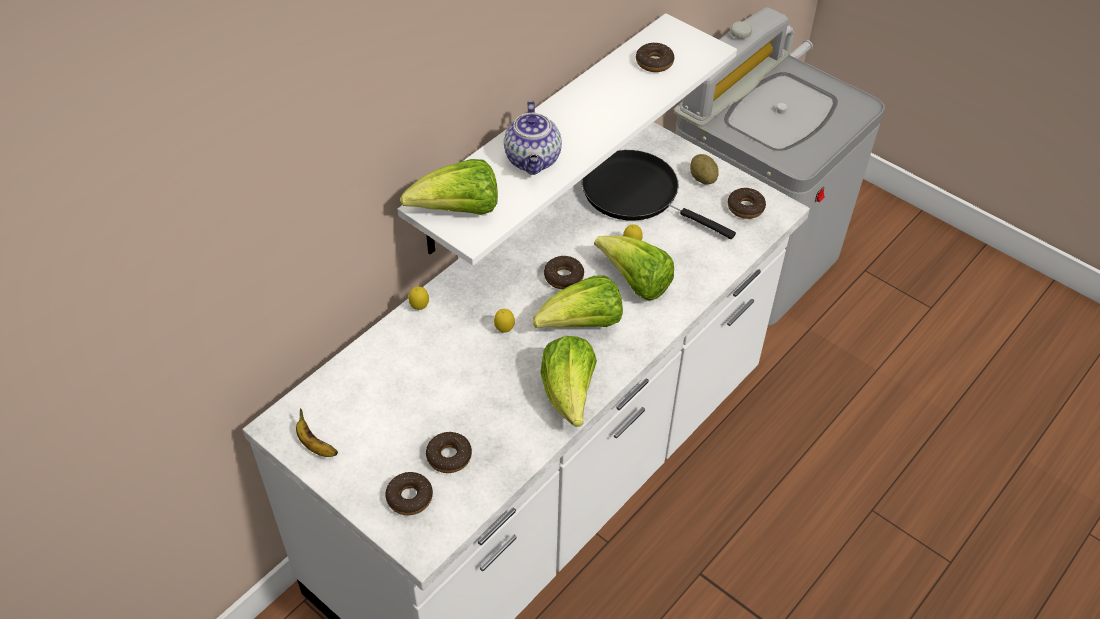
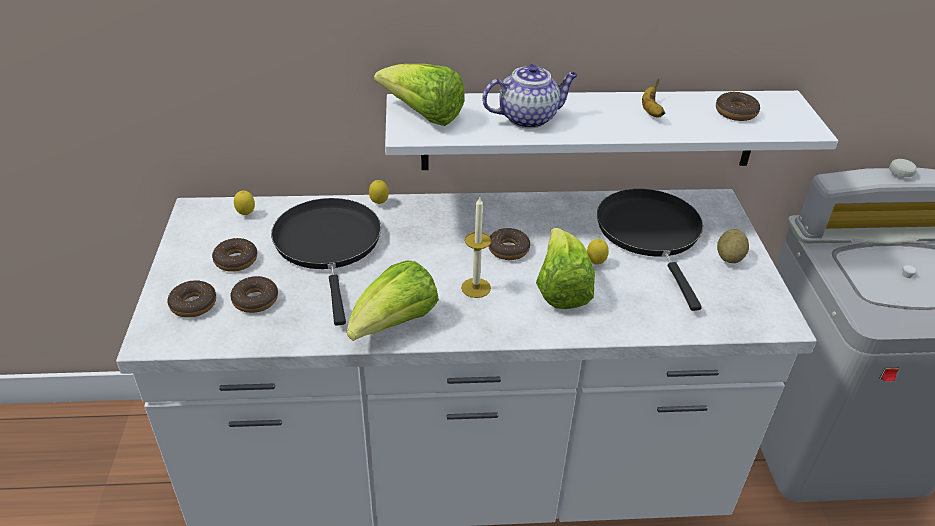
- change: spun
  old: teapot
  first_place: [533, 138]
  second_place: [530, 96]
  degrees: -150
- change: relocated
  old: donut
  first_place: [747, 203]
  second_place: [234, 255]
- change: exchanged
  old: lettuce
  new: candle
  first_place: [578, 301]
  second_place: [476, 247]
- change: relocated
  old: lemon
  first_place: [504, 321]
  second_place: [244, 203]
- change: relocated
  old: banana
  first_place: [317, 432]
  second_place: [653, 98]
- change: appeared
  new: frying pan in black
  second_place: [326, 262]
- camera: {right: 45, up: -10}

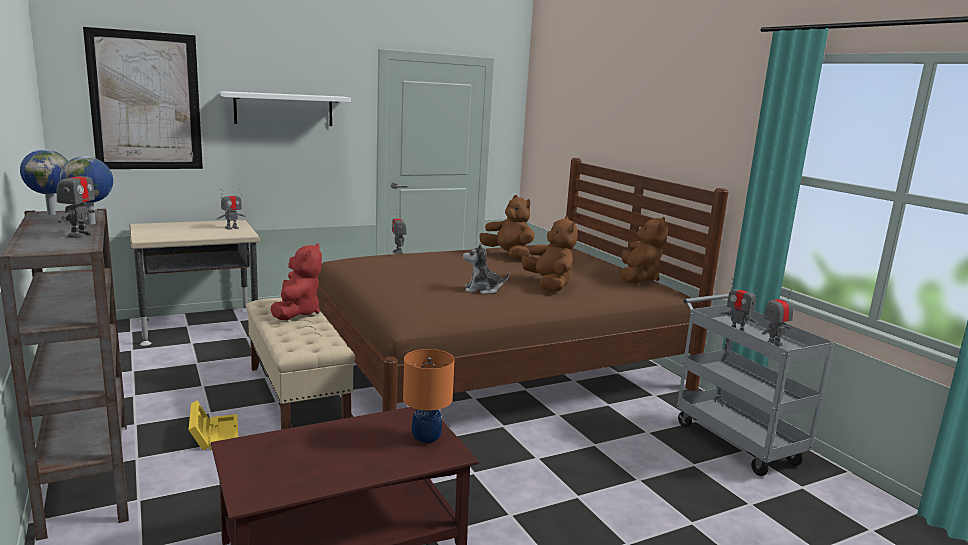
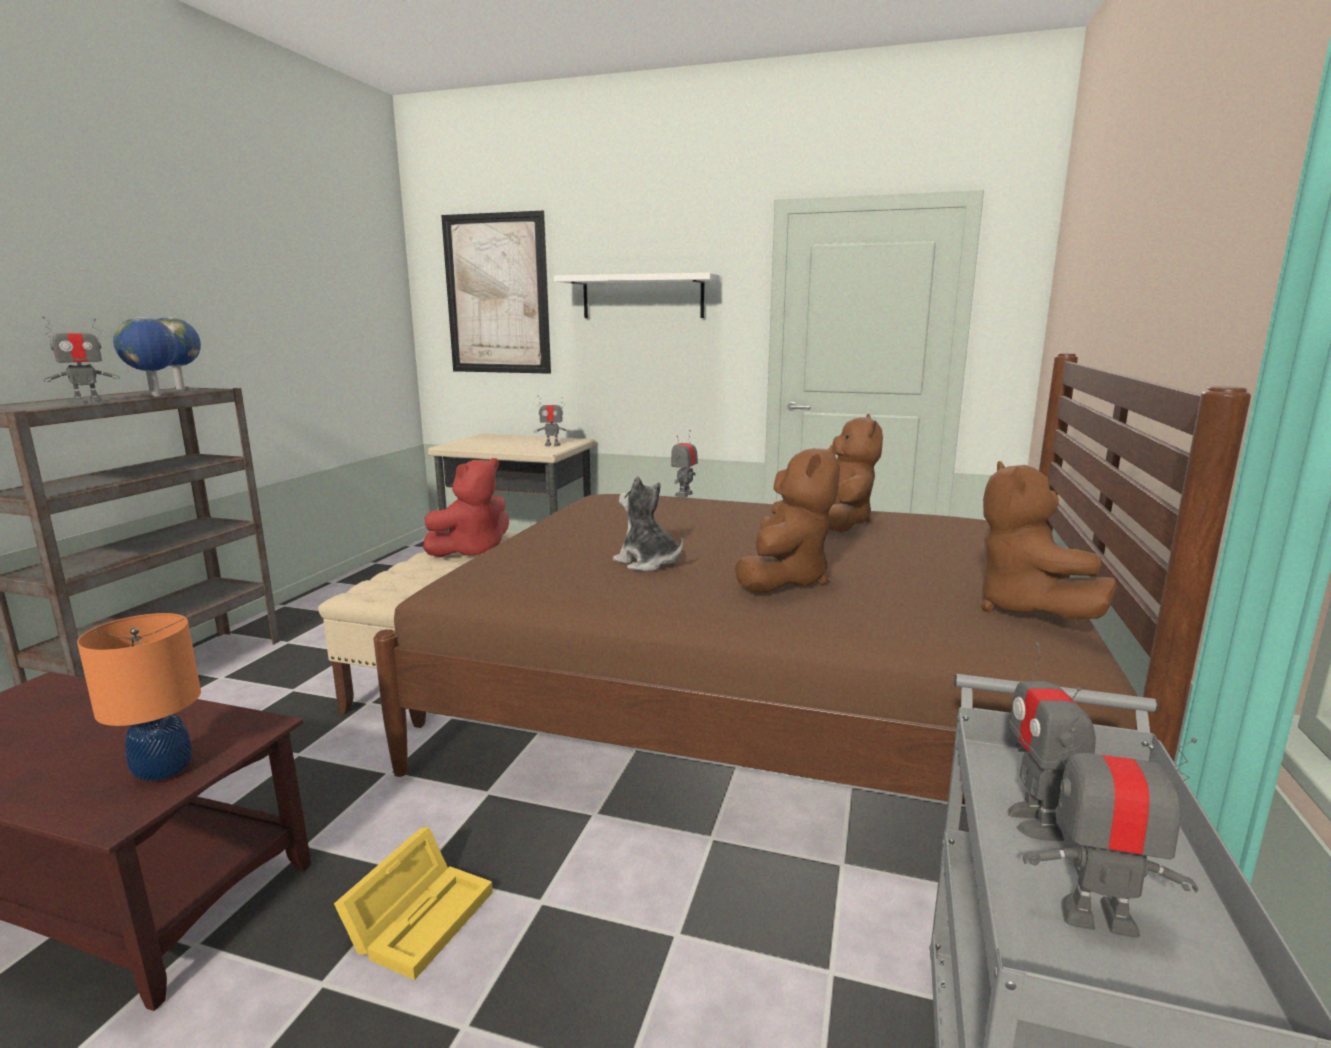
- change: spun
  old: plush toy in brown
  first_place: [644, 250]
  second_place: [1049, 540]
  degrees: 120
- change: relocated
  old: storage box in yellow
  first_place: [213, 426]
  second_place: [413, 903]
- camera: {right: 45, up: 0}

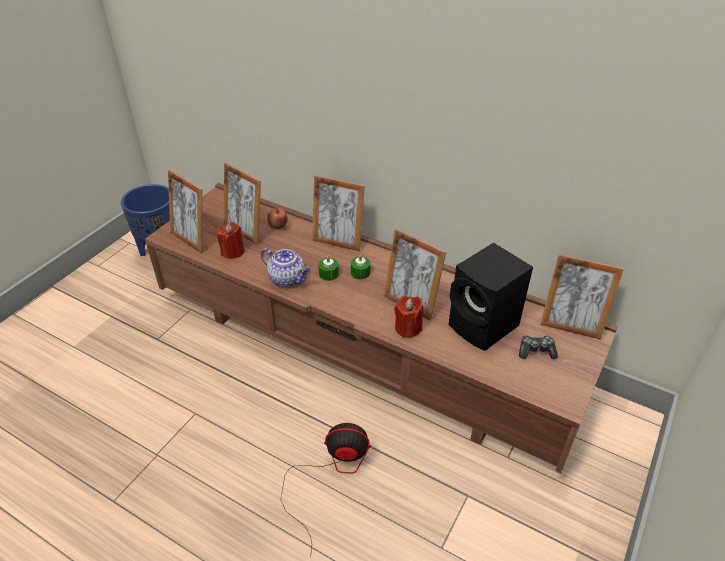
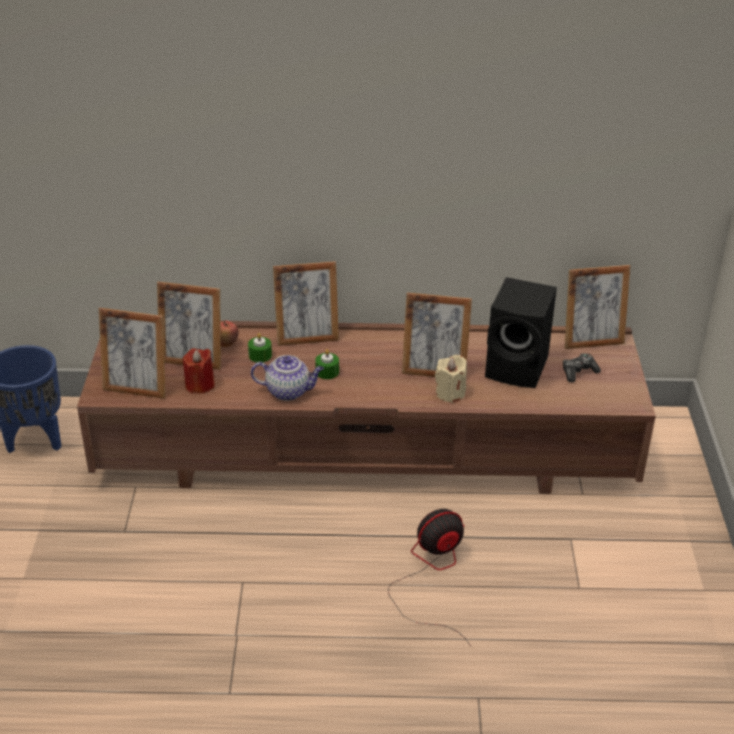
- change: relocated
  old: candle in green
  first_place: [361, 266]
  second_place: [260, 348]
- change: colour
  old: candle in red
  new: candle in beige
  first_place: [408, 316]
  second_place: [451, 379]
- camera: {right: -30, up: -5}

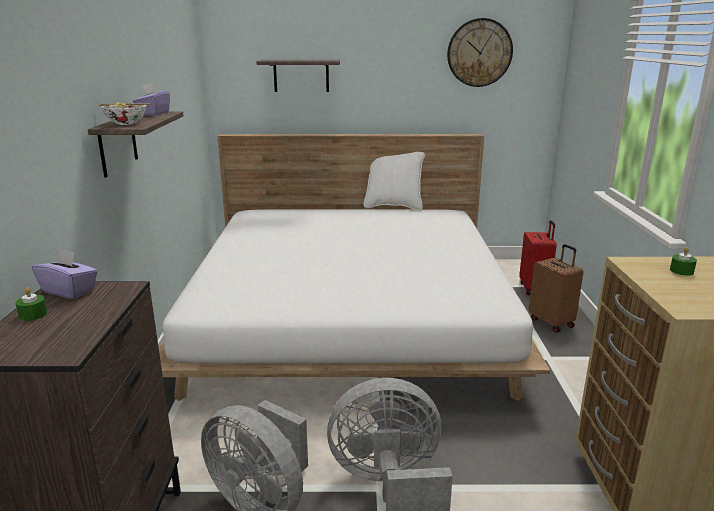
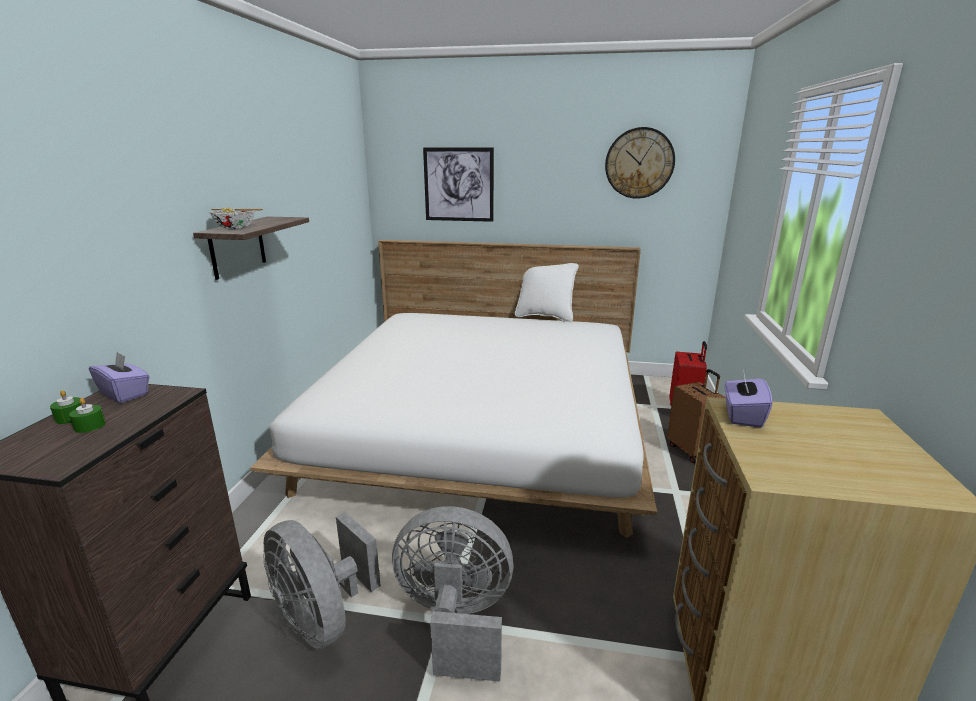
- change: exchanged
  old: shelf
  new: picture
  first_place: [298, 76]
  second_place: [458, 185]
- change: relocated
  old: tissue box in purple
  first_place: [151, 99]
  second_place: [748, 398]
- change: relocated
  old: candle in green
  first_place: [683, 261]
  second_place: [87, 415]
- camera: {right: 10, up: 0}

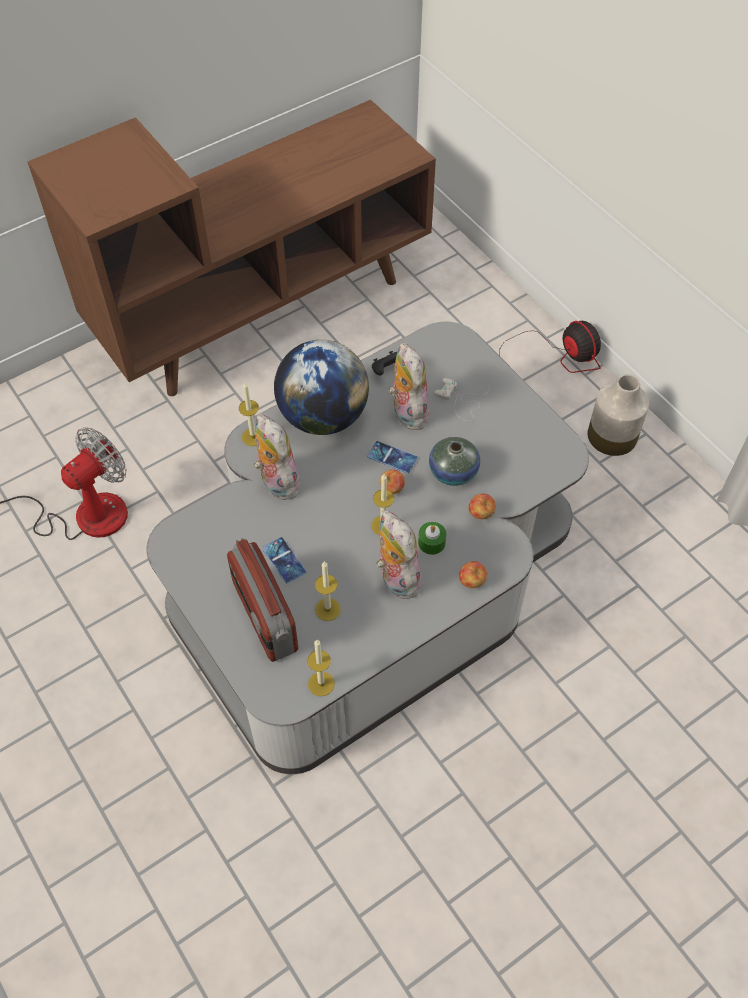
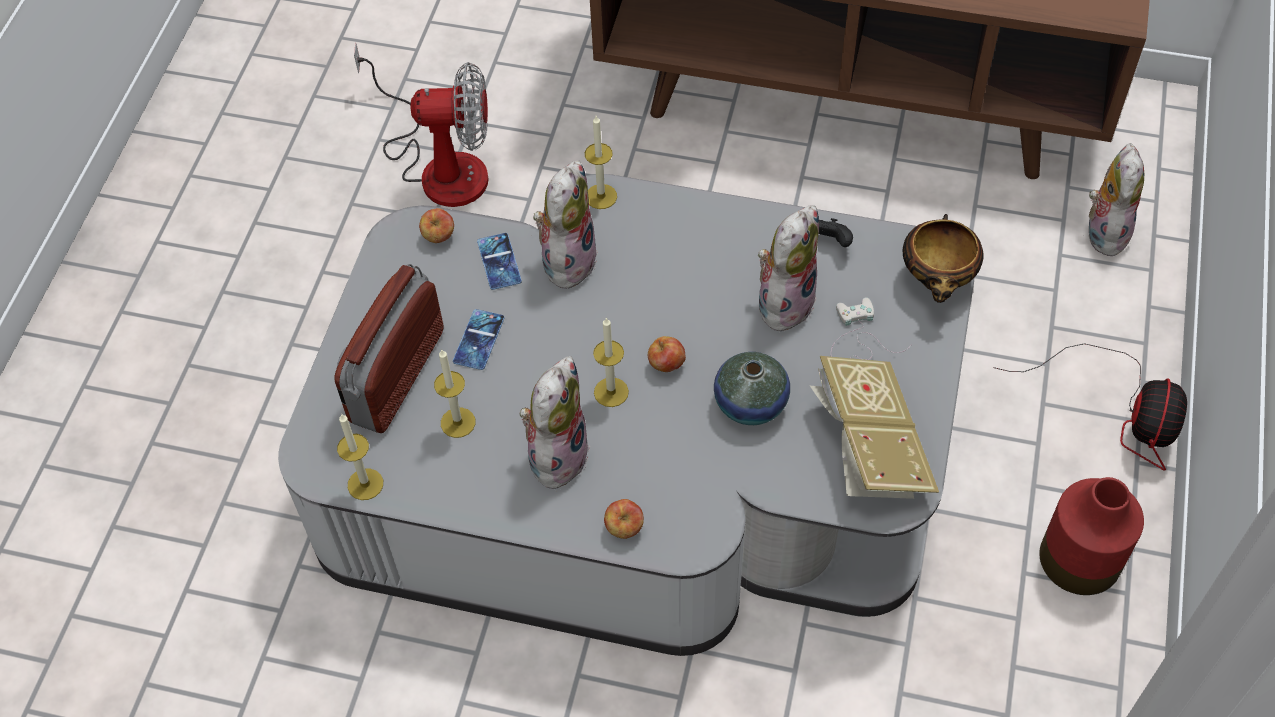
- change: missing
  old: globe
  first_place: [321, 387]
- change: colour
  old: vase in beige
  new: vase in red
  first_place: [618, 415]
  second_place: [1091, 536]
- change: relocated
  old: phone
  first_place: [392, 457]
  second_place: [499, 261]
- change: relocated
  old: apple
  first_place: [482, 506]
  second_place: [436, 225]
- change: missing
  old: candle in green
  first_place: [432, 538]
- change: appeared
  new: plush toy
  second_place: [1114, 199]
- change: appeared
  new: bowl
  second_place: [943, 258]
- change: appeared
  new: book
  second_place: [874, 427]
- camera: {right: 50, up: 0}

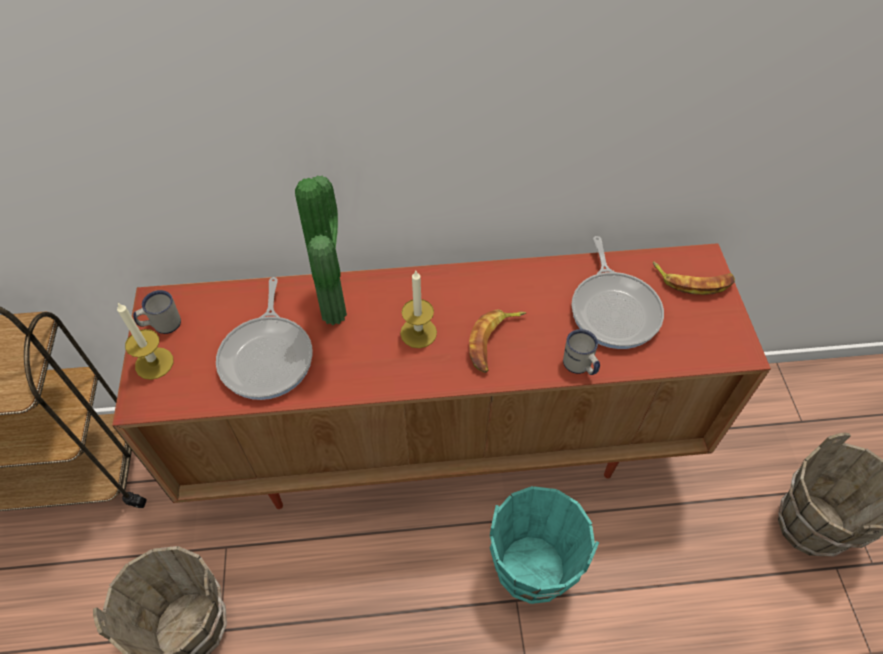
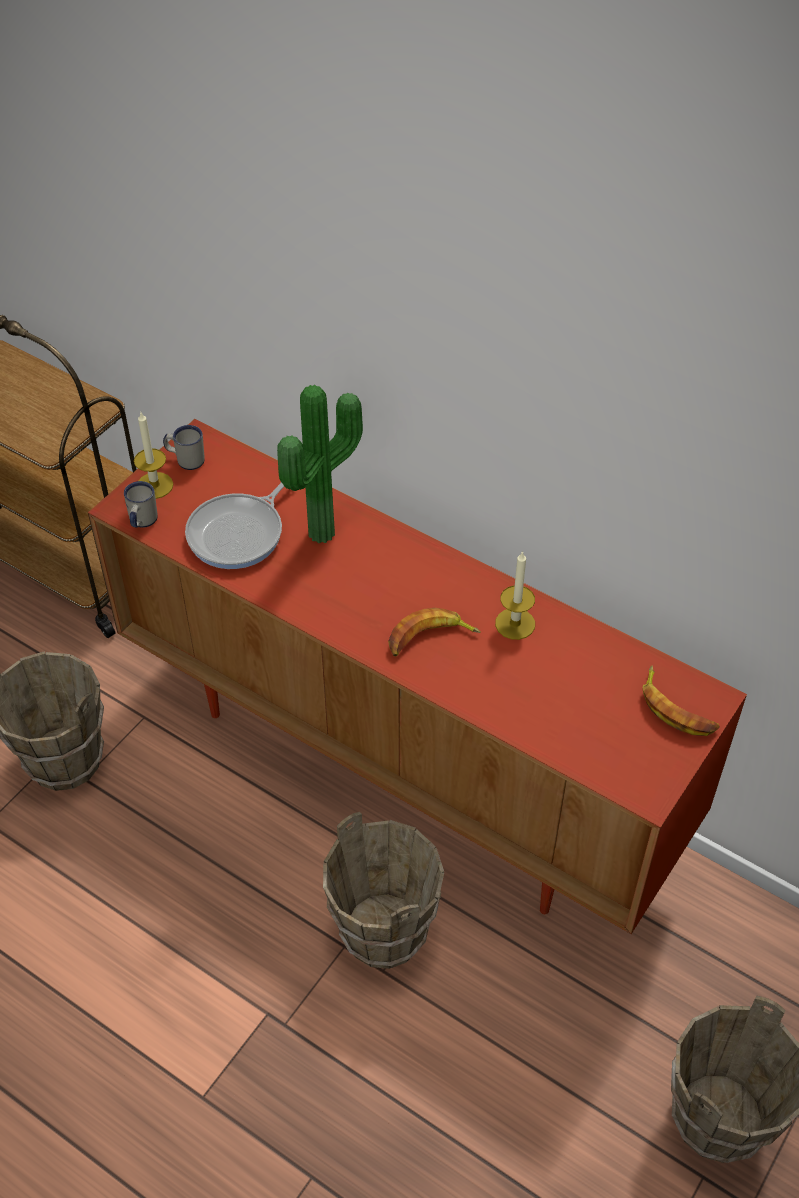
- change: missing
  old: frying pan
  first_place: [618, 292]
- change: relocated
  old: candle
  first_place: [418, 309]
  second_place: [515, 595]
- change: relocated
  old: mug in white
  first_place: [581, 352]
  second_place: [140, 504]
- change: colour
  old: bucket in turquoise
  new: bucket in brown
  first_place: [544, 545]
  second_place: [383, 890]
- camera: {right: 40, up: -5}

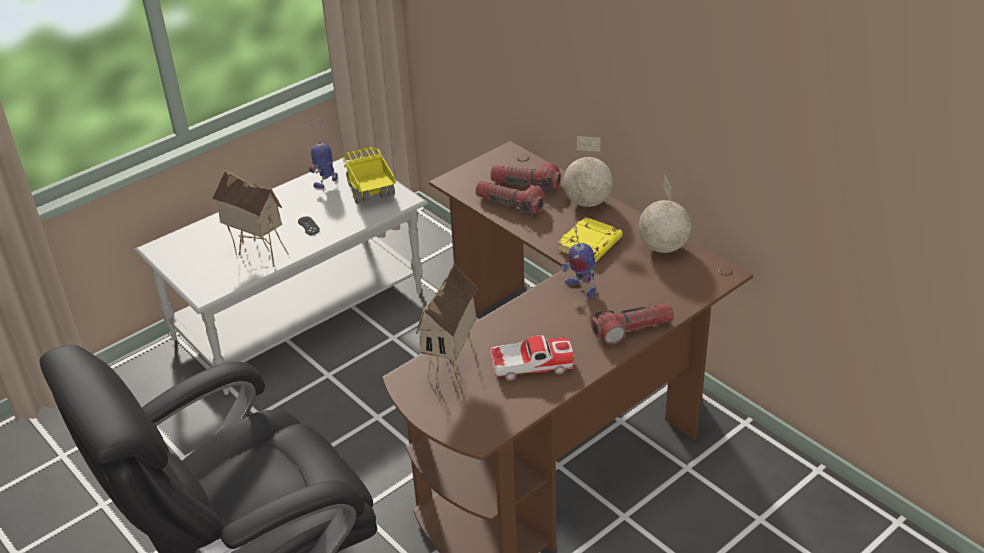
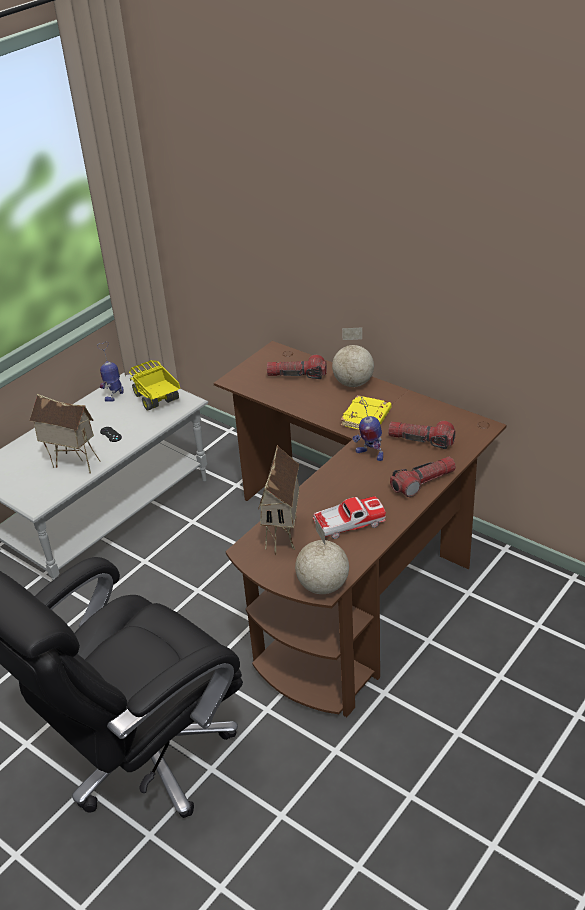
- change: relocated
  old: globe
  first_place: [664, 213]
  second_place: [322, 556]
- change: relocated
  old: flashlight
  first_place: [510, 198]
  second_place: [422, 435]
- camera: {right: -10, up: 0}

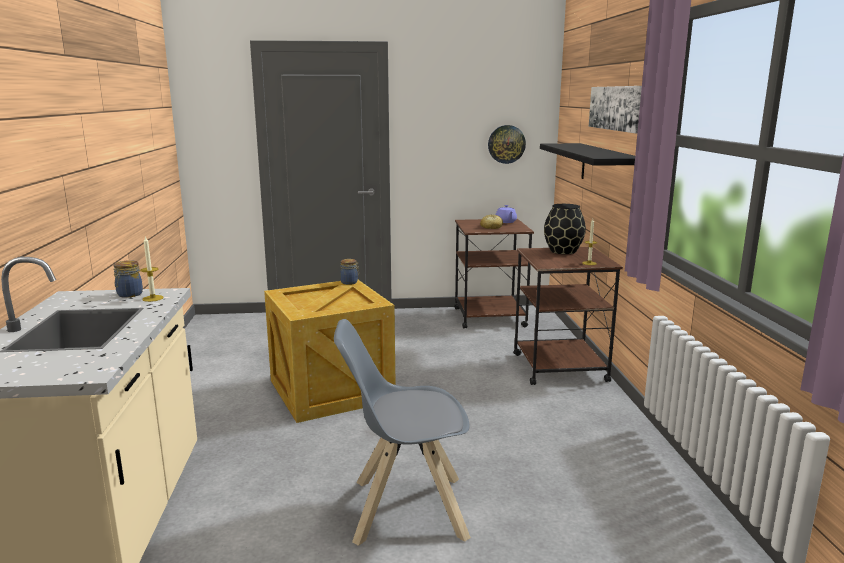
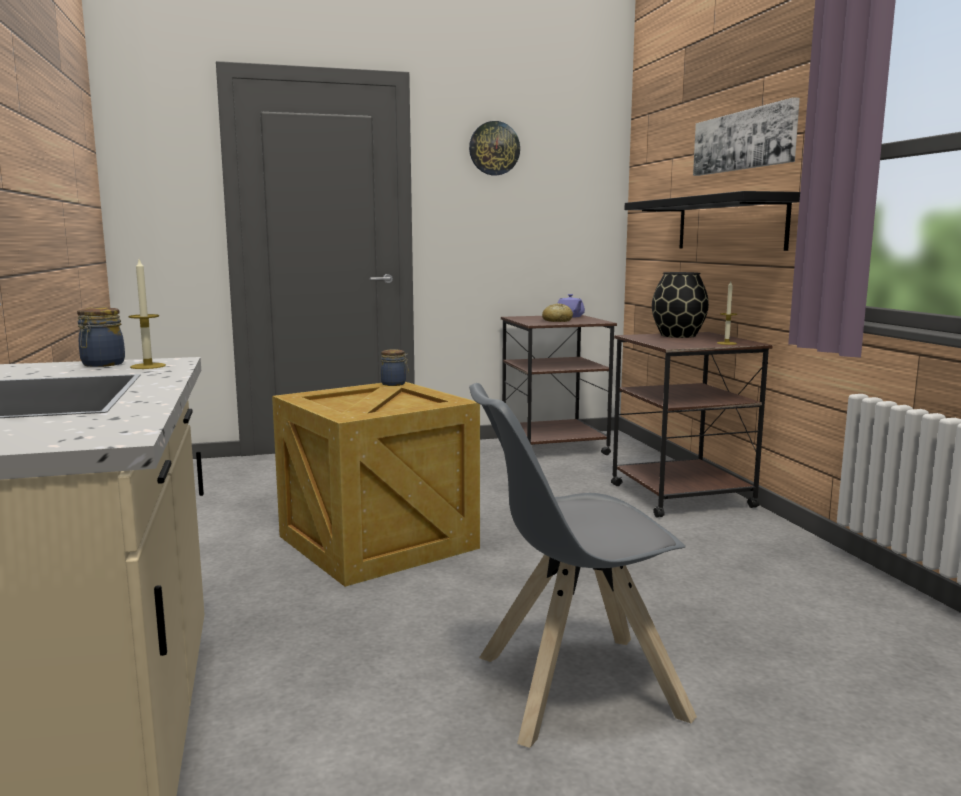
- change: relocated
  old: wall clock
  first_place: [507, 144]
  second_place: [494, 148]
- camera: {right: -10, up: -5}

